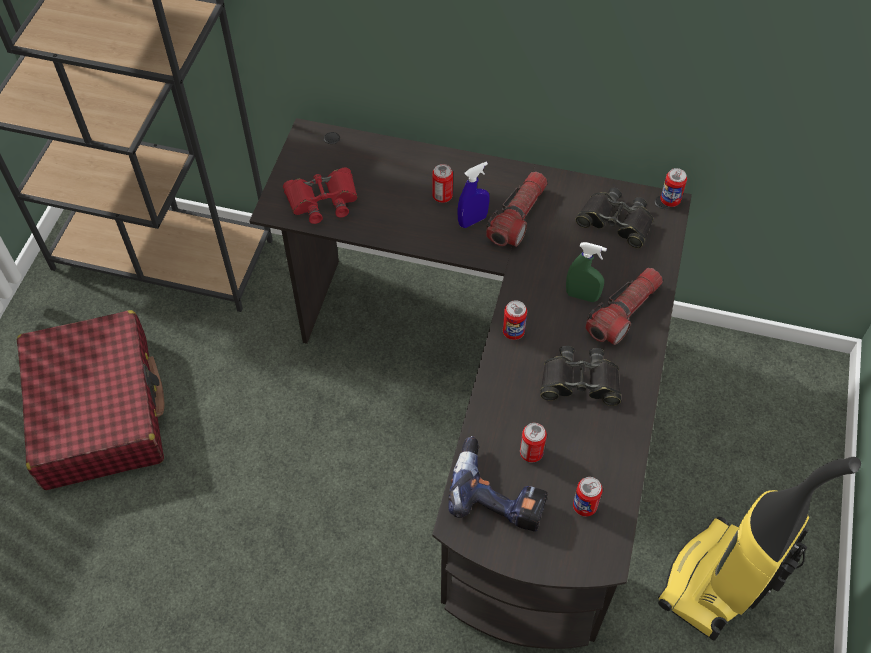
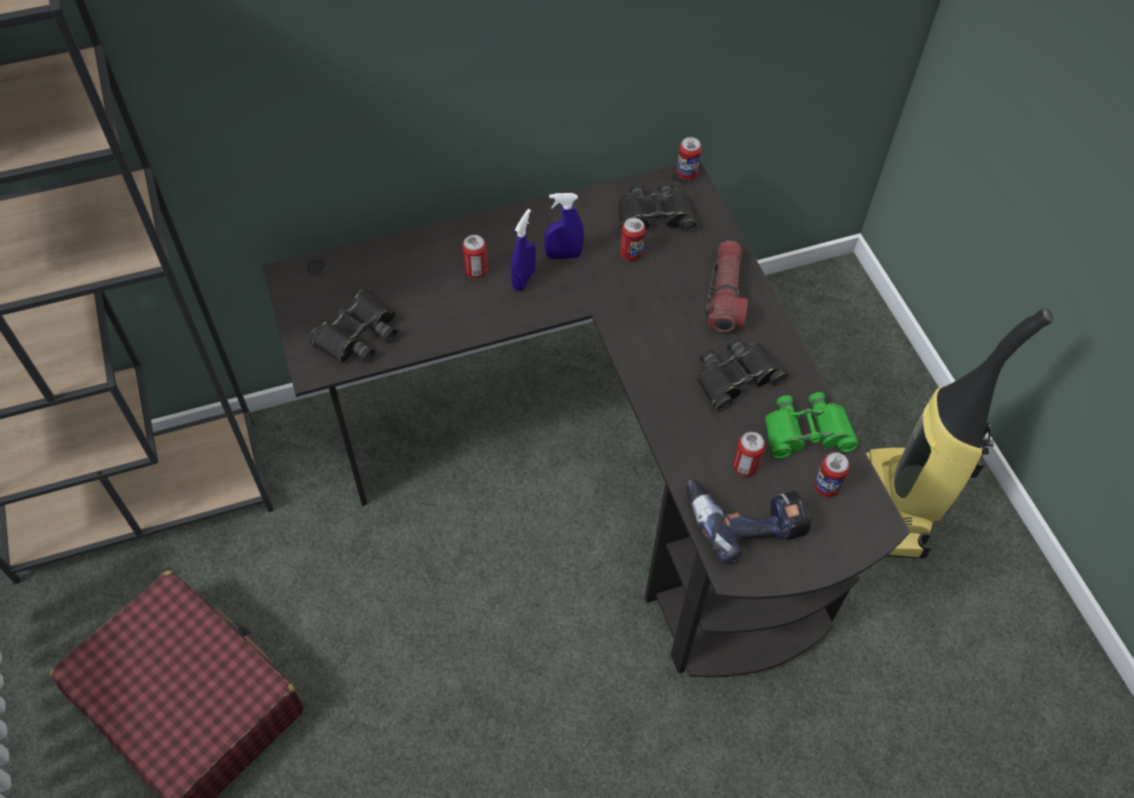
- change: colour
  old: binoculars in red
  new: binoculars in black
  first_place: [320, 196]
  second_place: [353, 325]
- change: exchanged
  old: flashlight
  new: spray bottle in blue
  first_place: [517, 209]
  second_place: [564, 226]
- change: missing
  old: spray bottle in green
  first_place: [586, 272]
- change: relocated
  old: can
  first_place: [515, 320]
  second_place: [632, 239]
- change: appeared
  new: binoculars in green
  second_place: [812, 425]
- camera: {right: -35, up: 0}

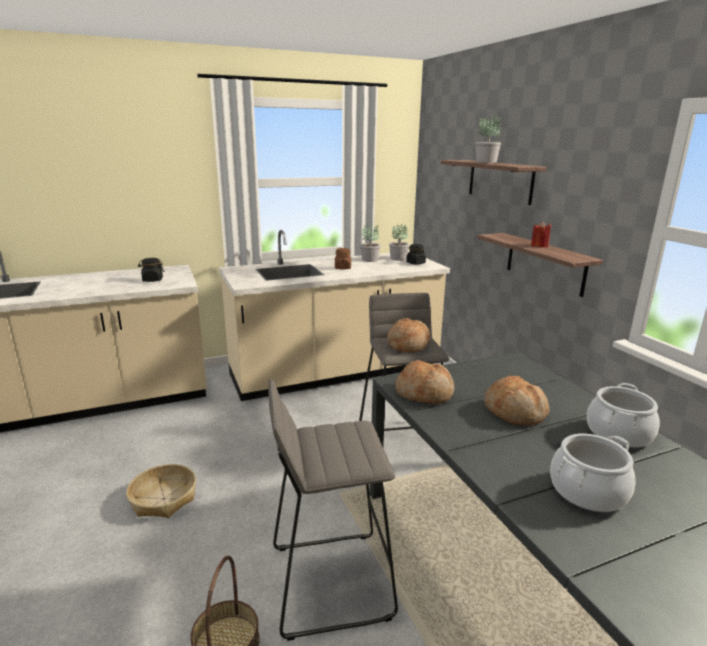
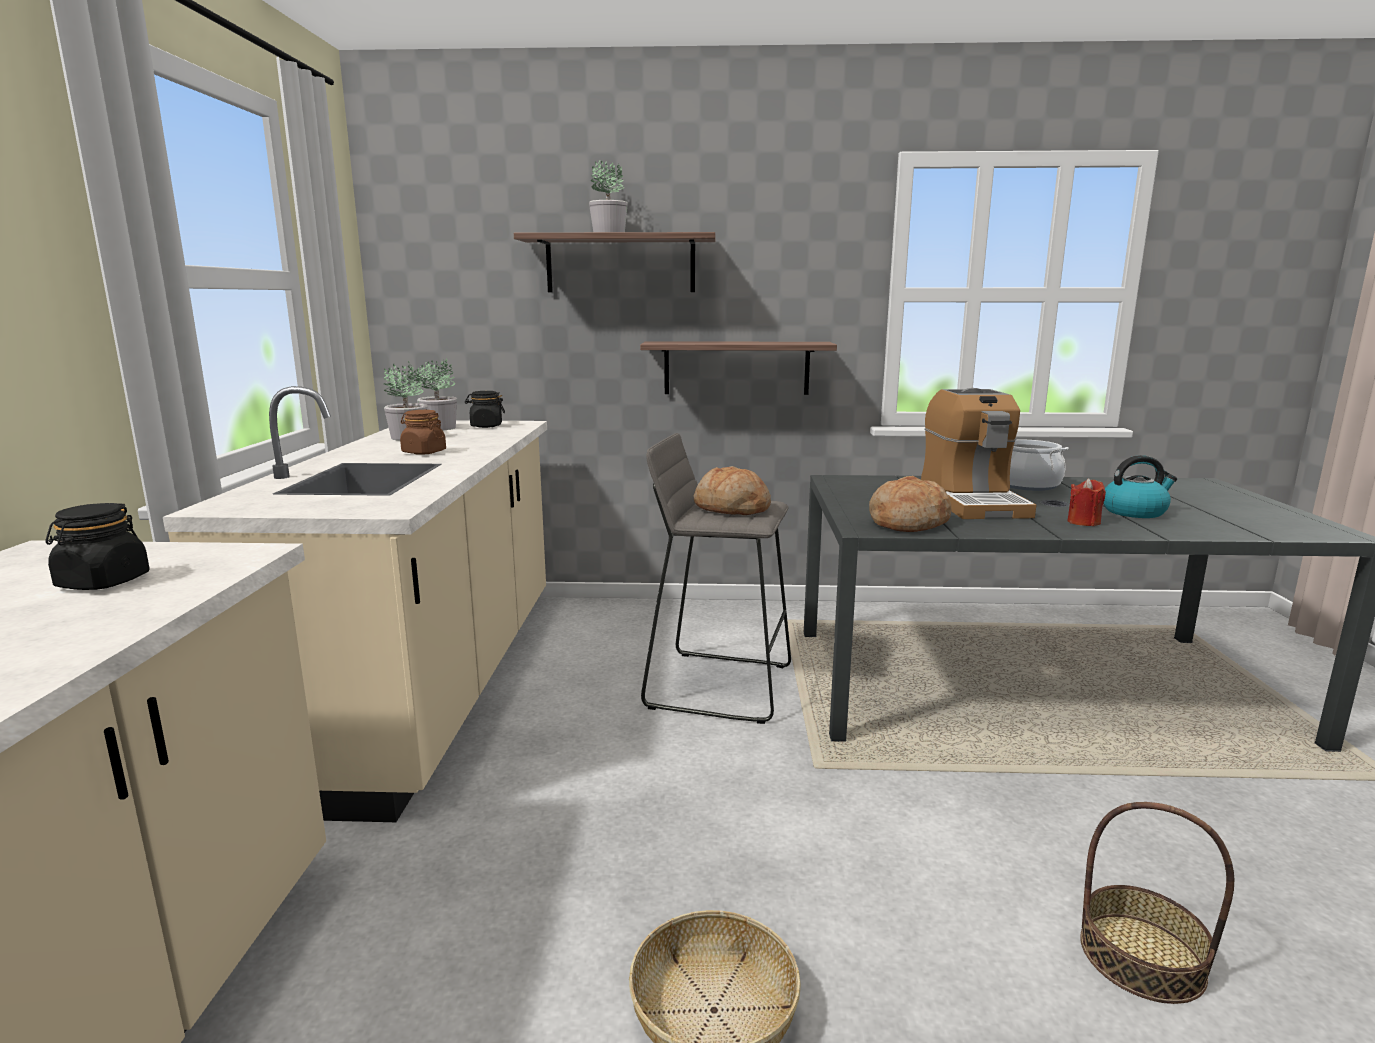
- change: relocated
  old: candle in red
  first_place: [541, 234]
  second_place: [1086, 502]
- change: exchanged
  old: bread
  new: coffee machine
  first_place: [516, 400]
  second_place: [978, 453]
- change: missing
  old: stool in grey
  first_place: [333, 509]
- change: exchanged
  old: cooking pot
  new: kettle
  first_place: [593, 473]
  second_place: [1140, 486]
- camera: {right: -65, up: -5}

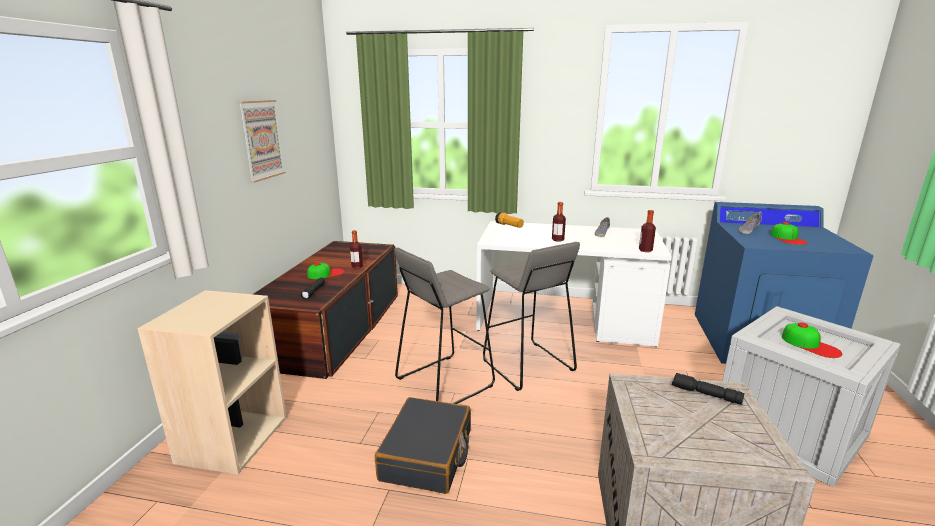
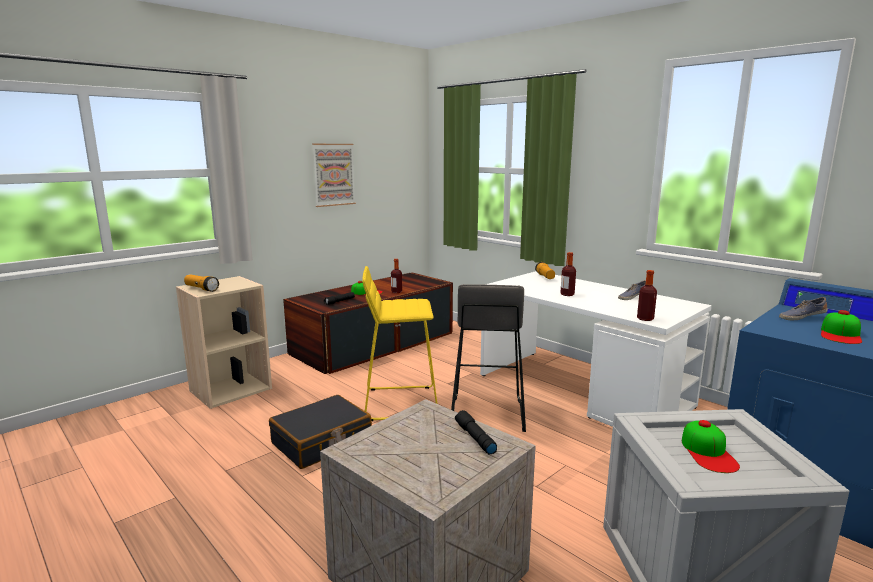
- change: colour
  old: stool in grey
  new: stool in yellow
  first_place: [445, 326]
  second_place: [399, 343]
- change: appeared
  new: flashlight
  second_place: [201, 283]
- camera: {right: 35, up: -5}

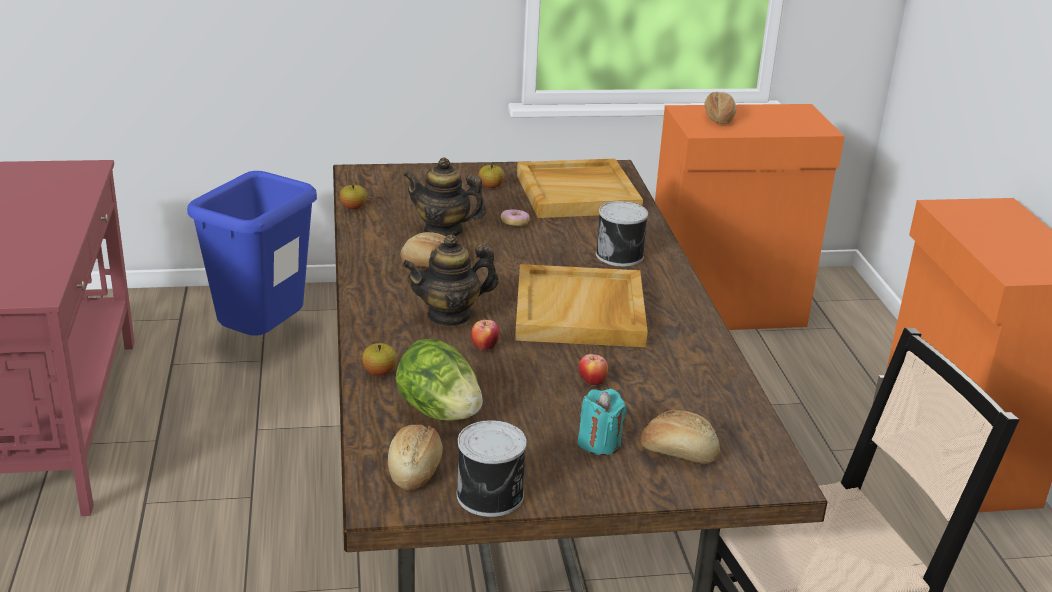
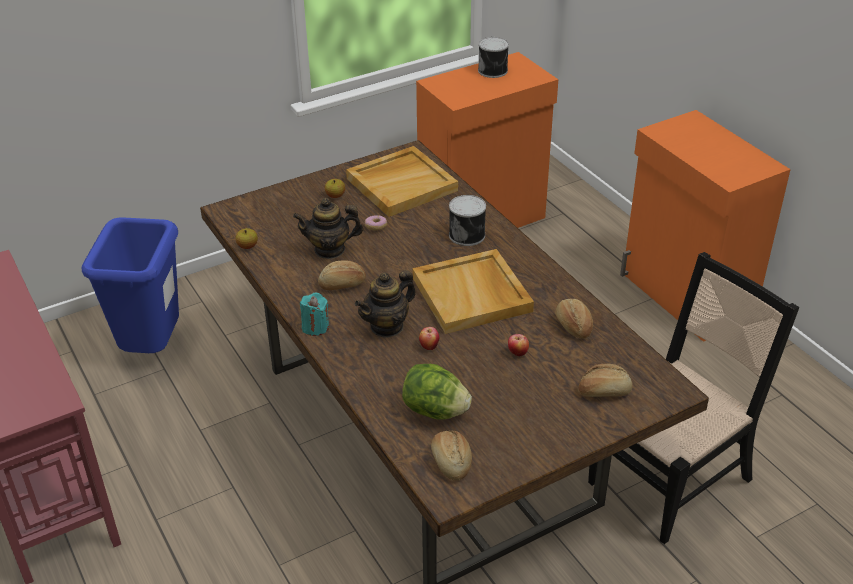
- change: relocated
  old: bread
  first_place: [720, 108]
  second_place: [574, 318]
- change: missing
  old: apple
  first_place: [379, 359]
- change: relocated
  old: candle in turquoise
  first_place: [602, 422]
  second_place: [314, 314]
- change: relocated
  old: can
  first_place: [492, 468]
  second_place: [493, 57]
- camera: {right: -20, up: 10}

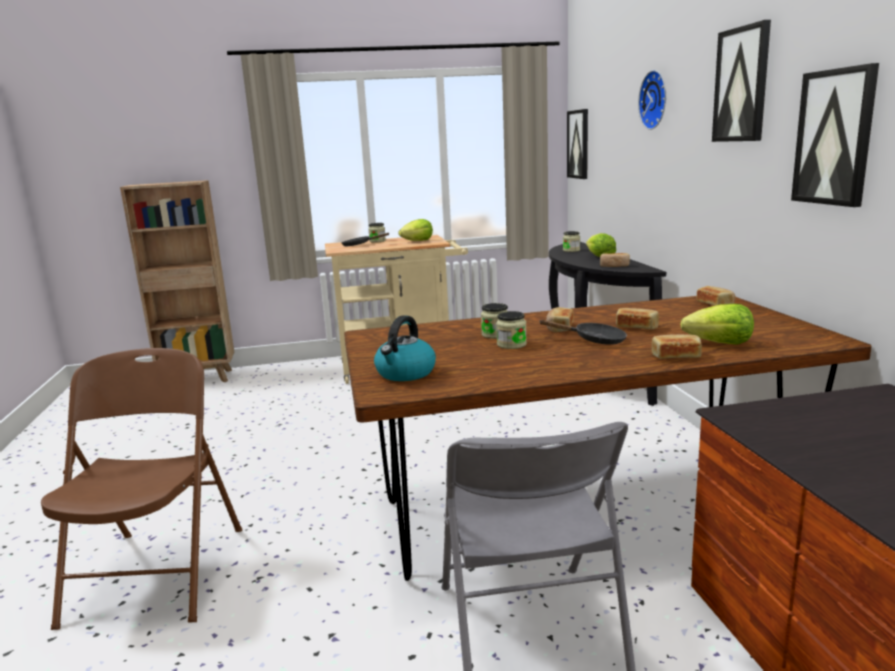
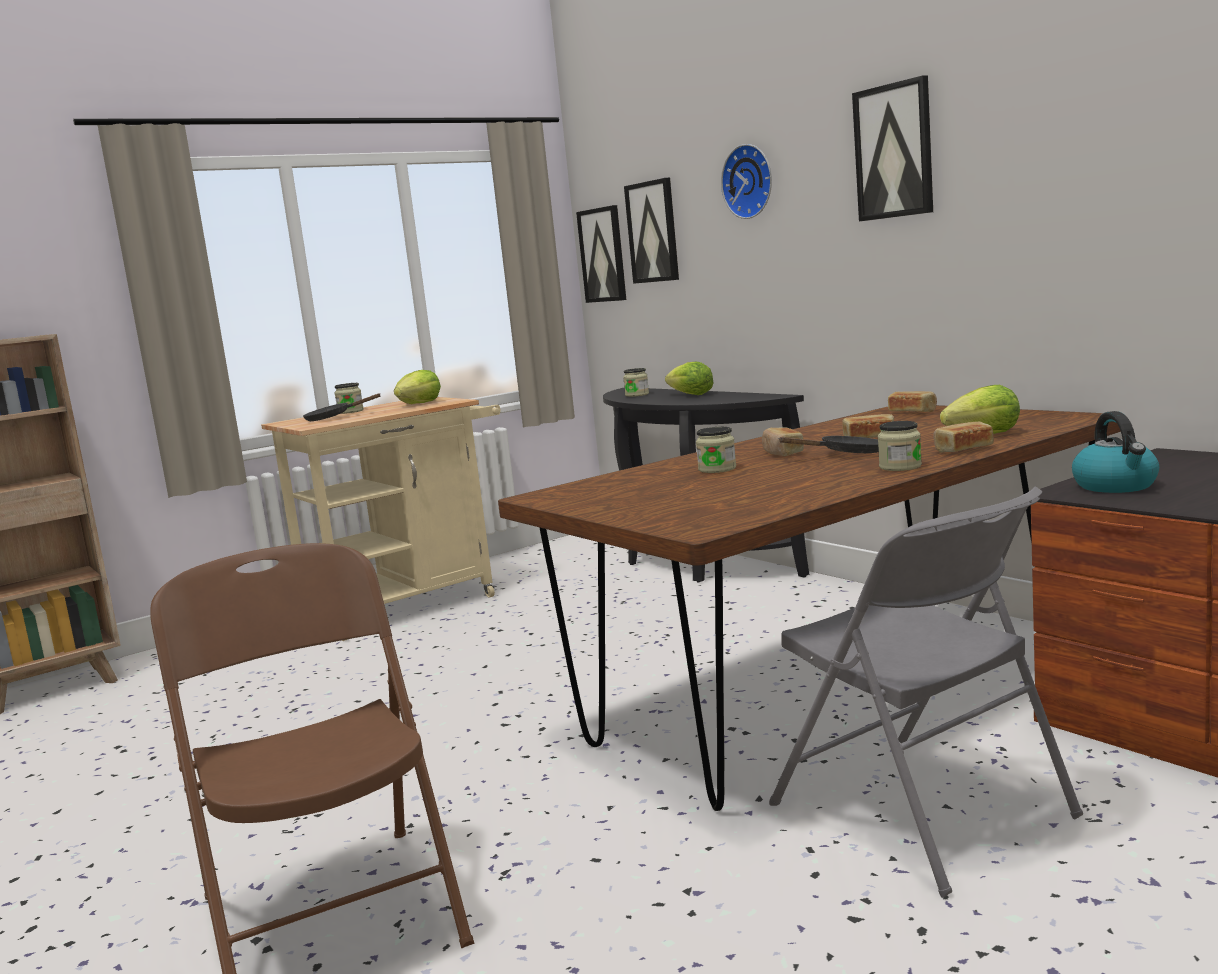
- change: relocated
  old: picture
  first_place: [835, 135]
  second_place: [651, 231]
- change: missing
  old: bread
  first_place: [615, 260]
- change: relocated
  old: jar
  first_place: [511, 330]
  second_place: [900, 446]
- change: relocated
  old: kettle
  first_place: [405, 348]
  second_place: [1115, 452]
- camera: {right: -25, up: -5}

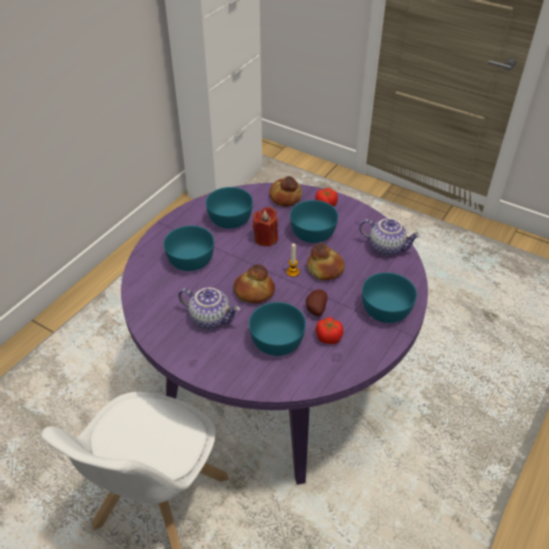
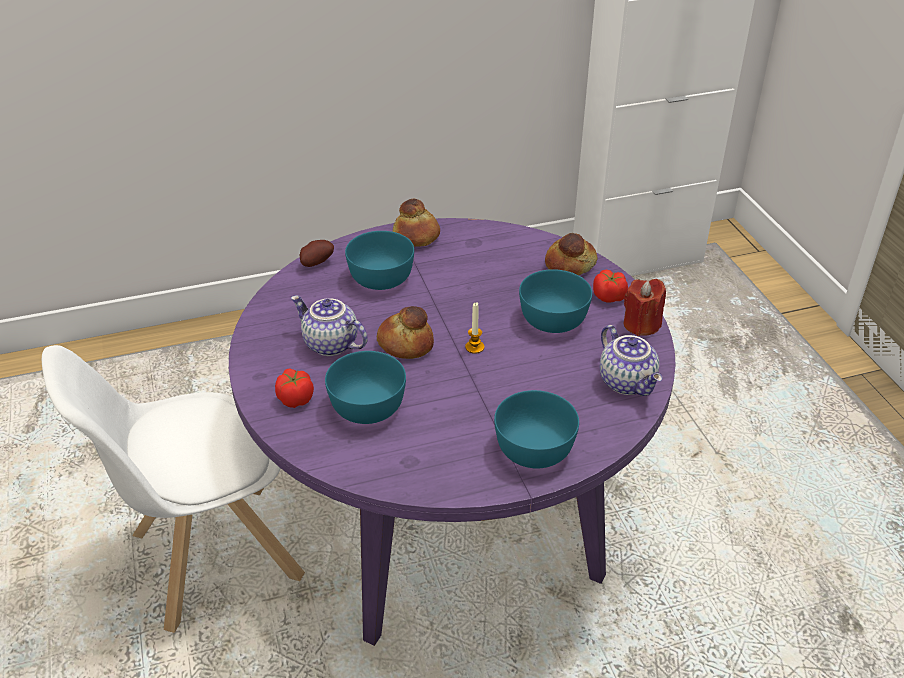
- change: missing
  old: bowl in turquoise
  first_place: [229, 208]
- change: relocated
  old: candle in red
  first_place: [265, 227]
  second_place: [645, 307]
- change: relocated
  old: bread
  first_place: [326, 262]
  second_place: [416, 223]
- change: spun
  old: teapot
  first_place: [209, 308]
  second_place: [329, 325]
  degrees: 150
- change: relocated
  old: potato
  first_place: [317, 303]
  second_place: [317, 253]
- change: relocated
  old: tomato
  first_place: [329, 330]
  second_place: [294, 388]
- camera: {right: 40, up: -5}

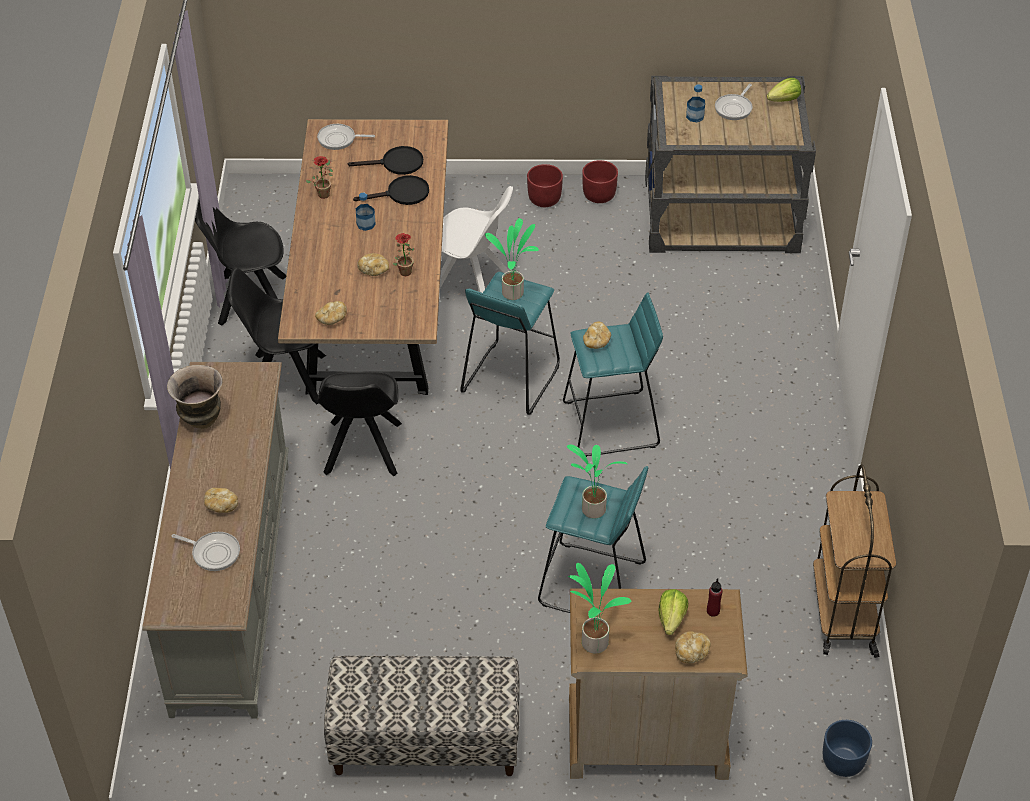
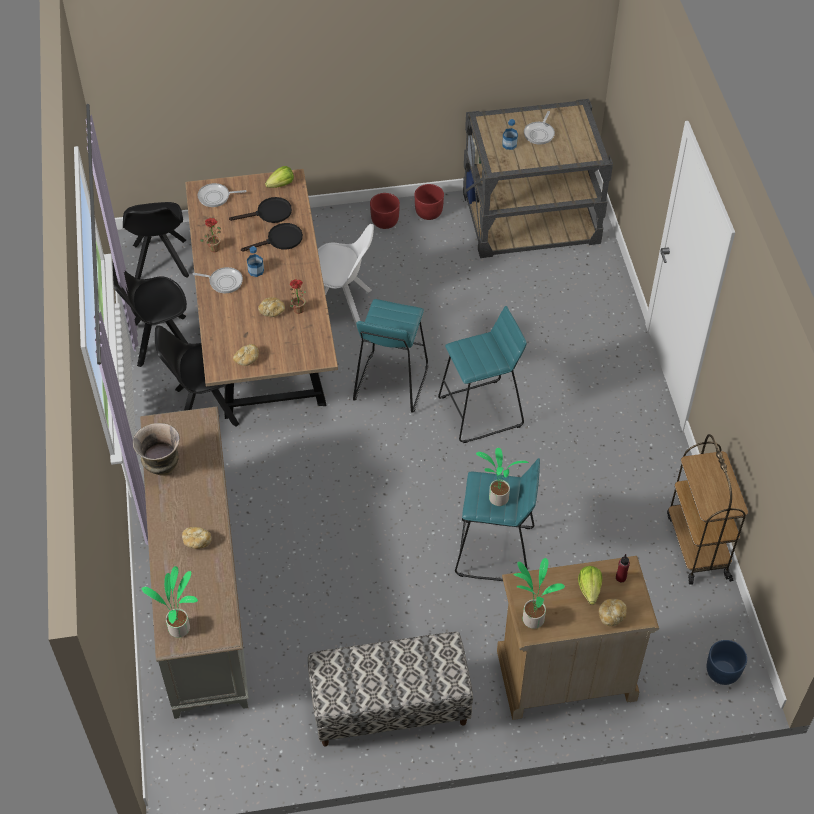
- change: relocated
  old: lettuce
  first_place: [784, 90]
  second_place: [279, 177]
- change: relocated
  old: potted plant
  first_place: [512, 259]
  second_place: [170, 602]
- change: missing
  old: bread
  first_place: [597, 335]
- change: relocated
  old: chair in black
  first_place: [359, 424]
  second_place: [156, 240]
- change: relocated
  old: frying pan
  first_place: [206, 551]
  second_place: [217, 280]
- camera: {right: -10, up: 5}

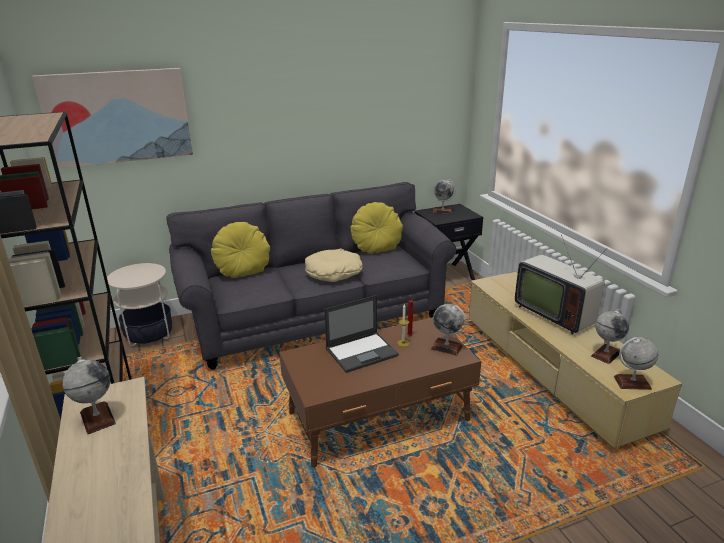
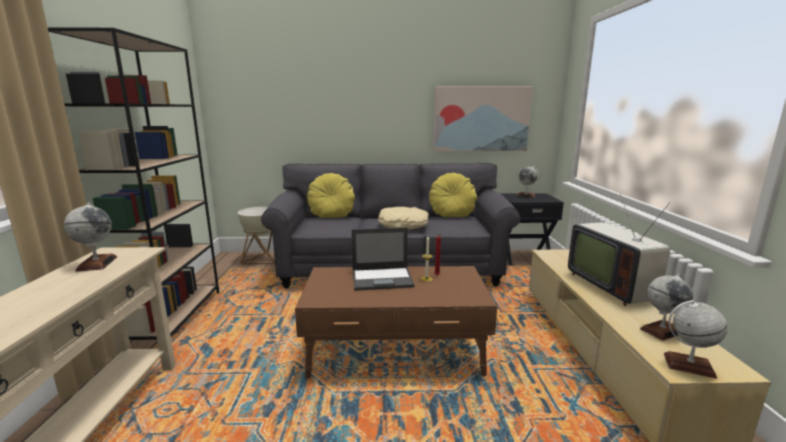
- change: relocated
  old: picture
  first_place: [112, 118]
  second_place: [483, 118]
- change: exchanged
  old: side table in beige
  new: planter
  first_place: [139, 304]
  second_place: [256, 235]
- change: missing
  old: globe
  first_place: [448, 330]
- camera: {right: 20, up: -10}

